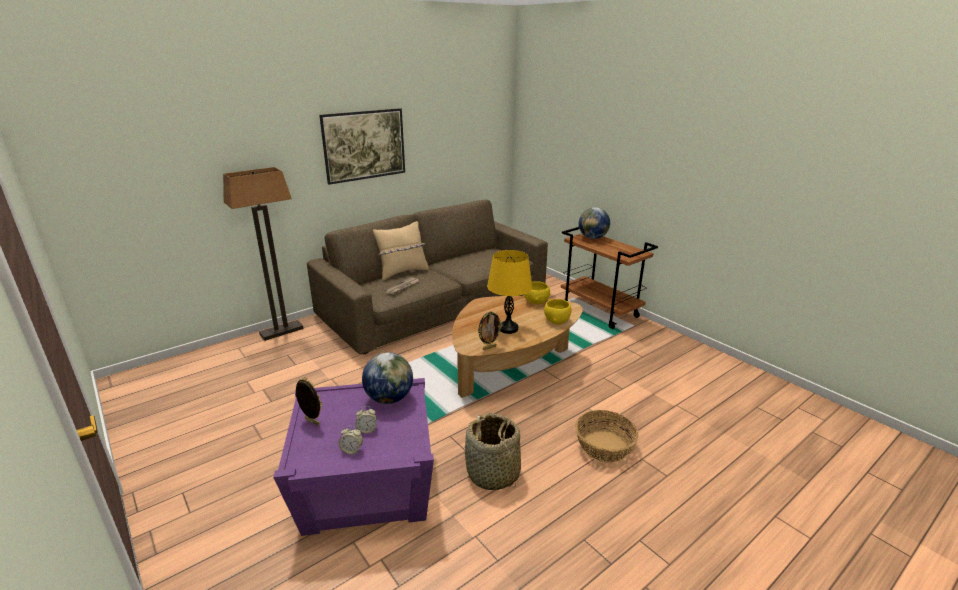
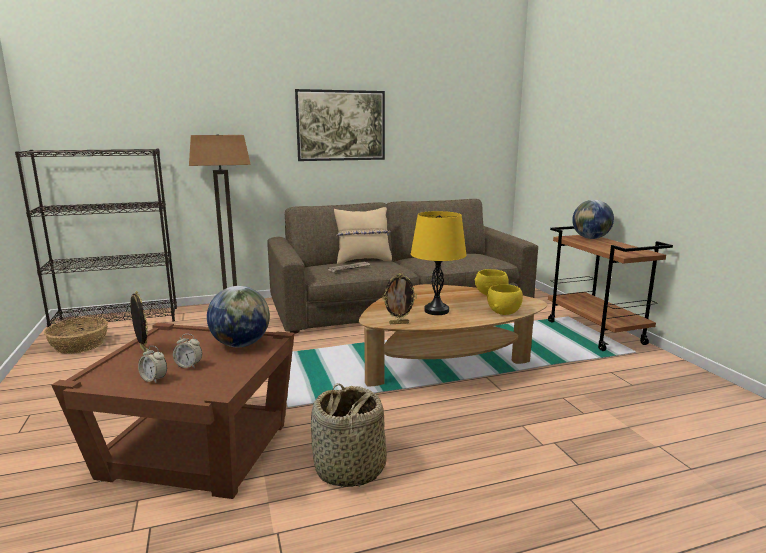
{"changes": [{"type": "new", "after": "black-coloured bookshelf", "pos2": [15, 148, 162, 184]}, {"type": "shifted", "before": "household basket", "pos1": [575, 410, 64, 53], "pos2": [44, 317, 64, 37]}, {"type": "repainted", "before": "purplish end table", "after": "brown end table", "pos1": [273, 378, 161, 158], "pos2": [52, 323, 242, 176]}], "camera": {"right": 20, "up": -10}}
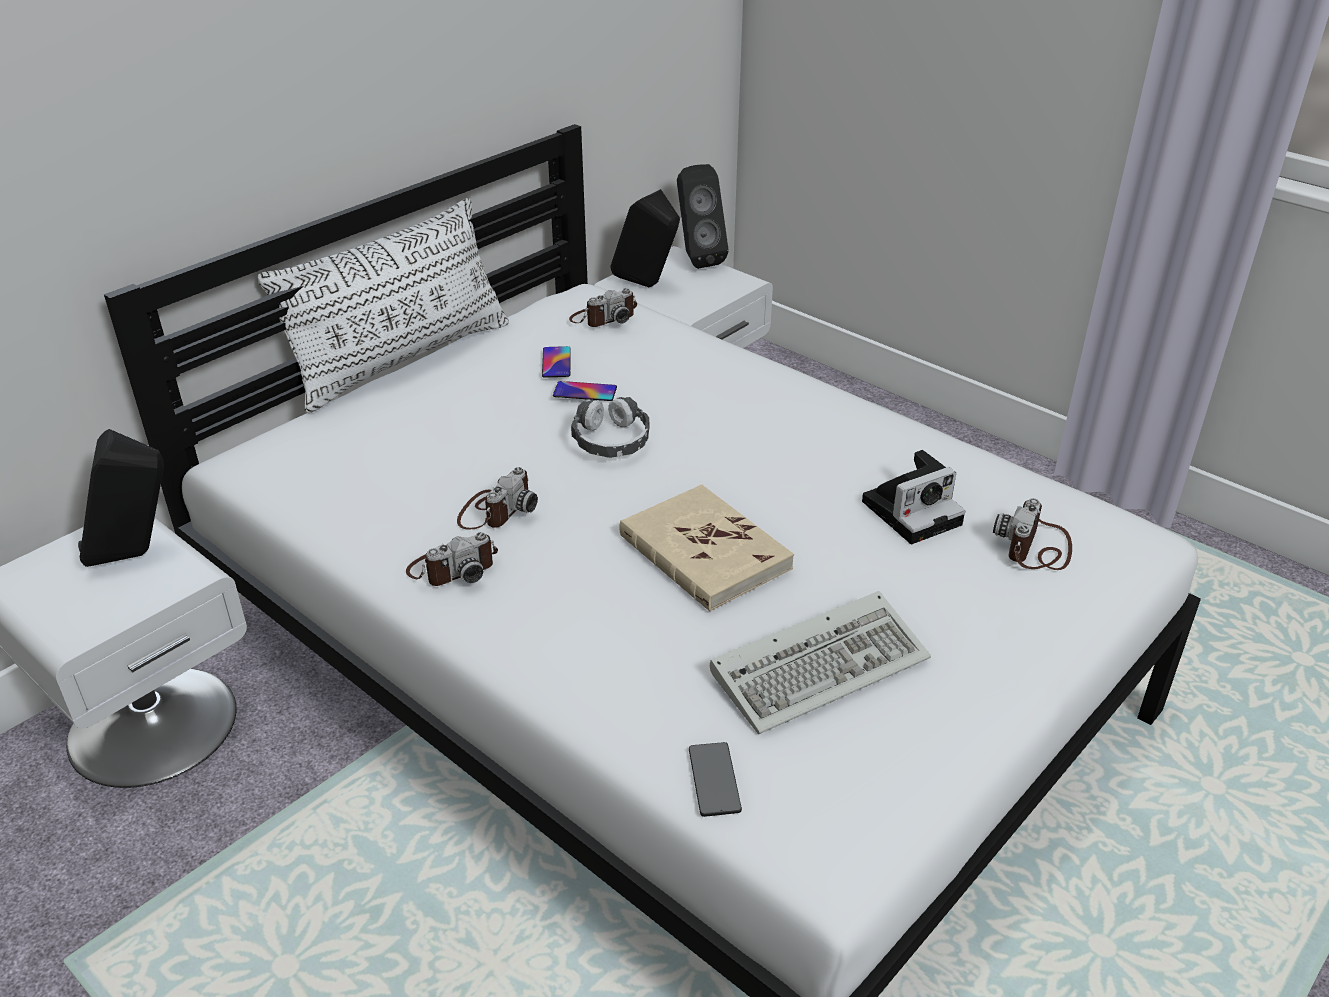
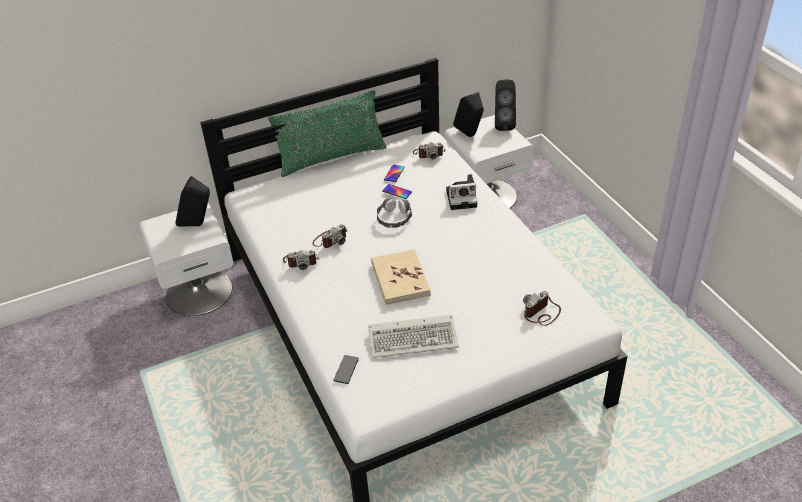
{"changes": [{"type": "repainted", "before": "white cushion", "after": "green cushion", "pos1": [257, 198, 252, 215], "pos2": [268, 89, 119, 88]}, {"type": "shifted", "before": "still camera", "pos1": [862, 450, 103, 94], "pos2": [446, 174, 31, 36]}], "camera": {"right": 25, "up": 5}}
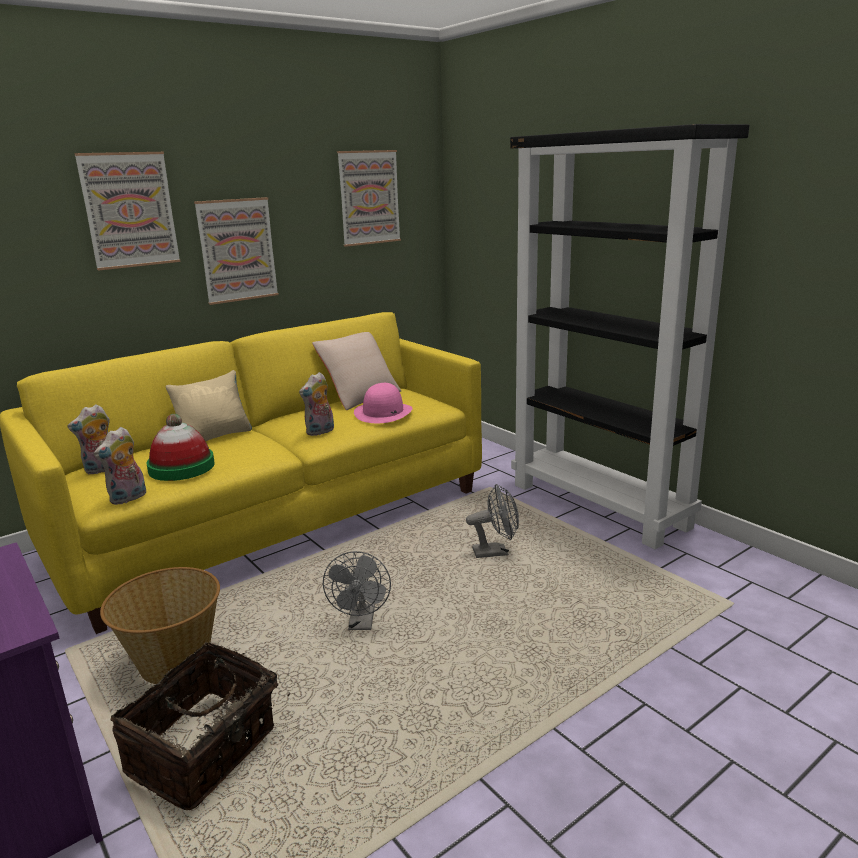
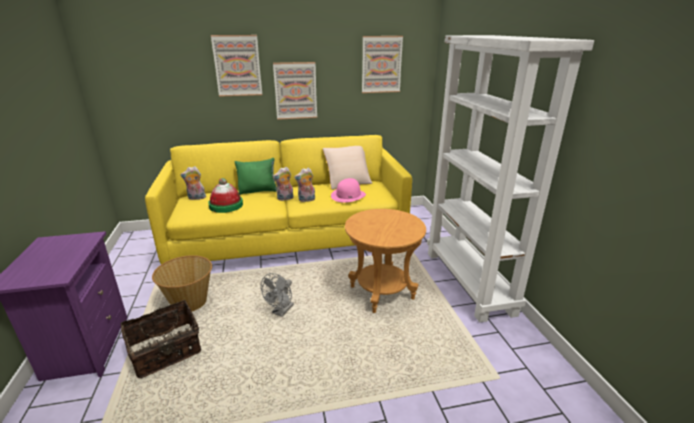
{"changes": [{"type": "repainted", "before": "beige cushion", "after": "green cushion", "pos1": [166, 370, 86, 71], "pos2": [235, 158, 42, 37]}, {"type": "shifted", "before": "cuddly toy", "pos1": [94, 427, 52, 78], "pos2": [273, 167, 20, 34]}, {"type": "swapped", "before": "grey cooling fan", "after": "brown end table", "pos1": [466, 484, 53, 74], "pos2": [345, 209, 81, 104]}, {"type": "repainted", "before": "black-coloured bookshelf", "after": "white bookshelf", "pos1": [510, 124, 240, 425], "pos2": [427, 35, 167, 288]}], "camera": {"right": 25, "up": 5}}
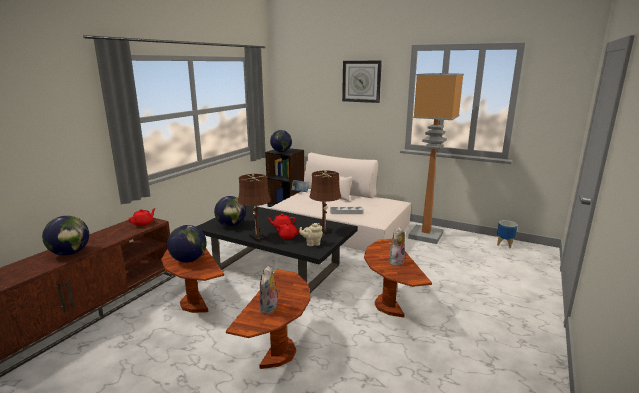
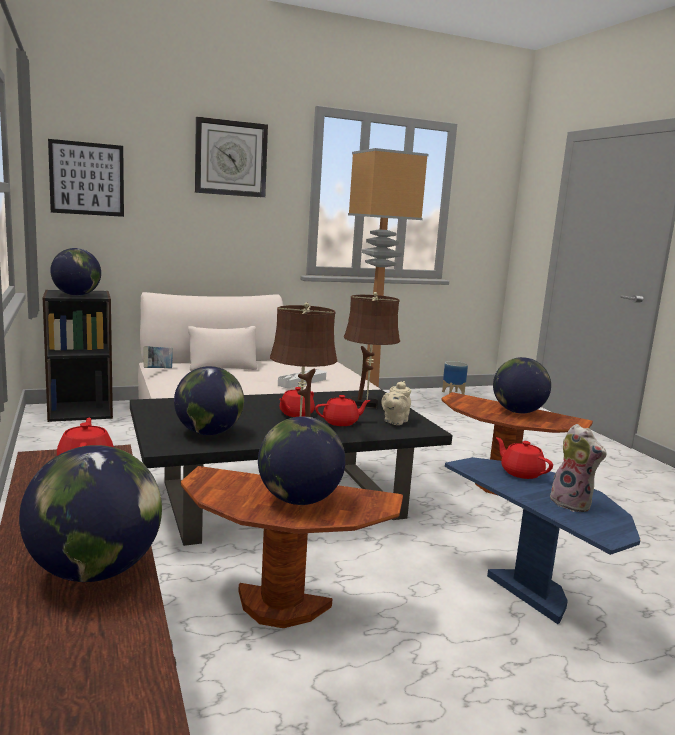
{"changes": [{"type": "new", "after": "picture", "pos2": [48, 139, 76, 78]}, {"type": "repainted", "before": "brown end table", "after": "blue end table", "pos1": [226, 269, 85, 100], "pos2": [445, 457, 195, 167]}, {"type": "swapped", "before": "cuddly toy", "after": "desk globe", "pos1": [389, 227, 16, 39], "pos2": [493, 357, 58, 57]}, {"type": "new", "after": "reddish tea pot", "pos2": [496, 437, 57, 42]}], "camera": {"right": -50, "up": -5}}
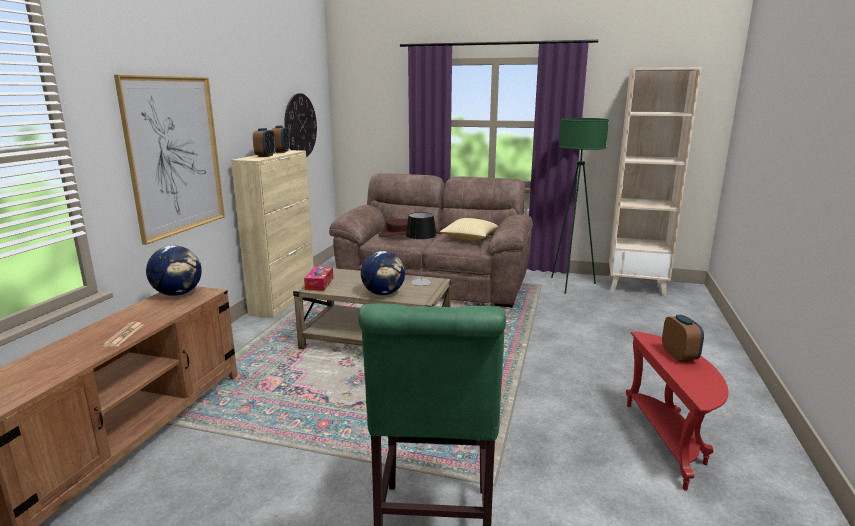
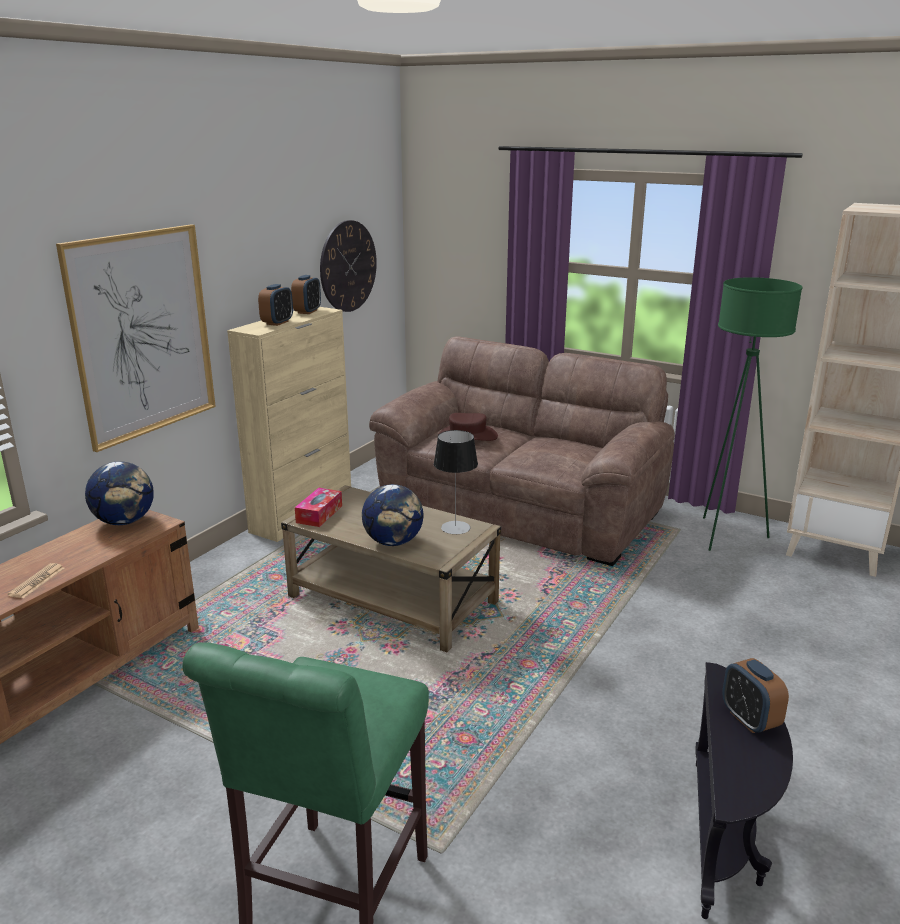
{"changes": [{"type": "repainted", "before": "reddish end table", "after": "black-coloured end table", "pos1": [626, 332, 103, 159], "pos2": [695, 662, 98, 257]}, {"type": "rotated", "before": "alarm clock", "pos1": [662, 315, 42, 47], "pos2": [722, 658, 67, 75], "turn": 150}, {"type": "gone", "before": "cushion", "pos1": [440, 218, 58, 22]}], "camera": {"right": 15, "up": 5}}
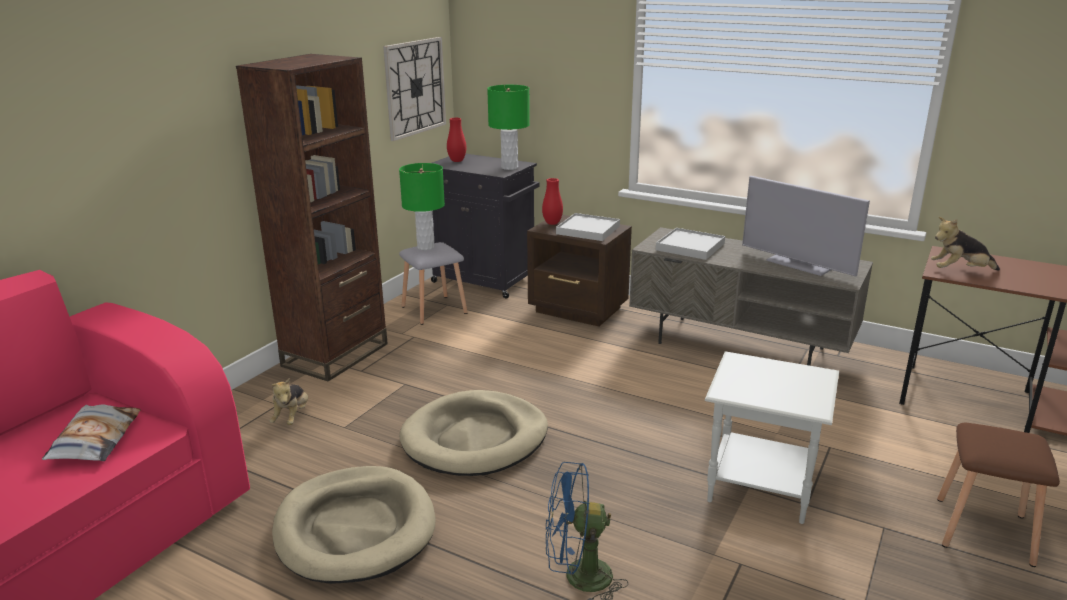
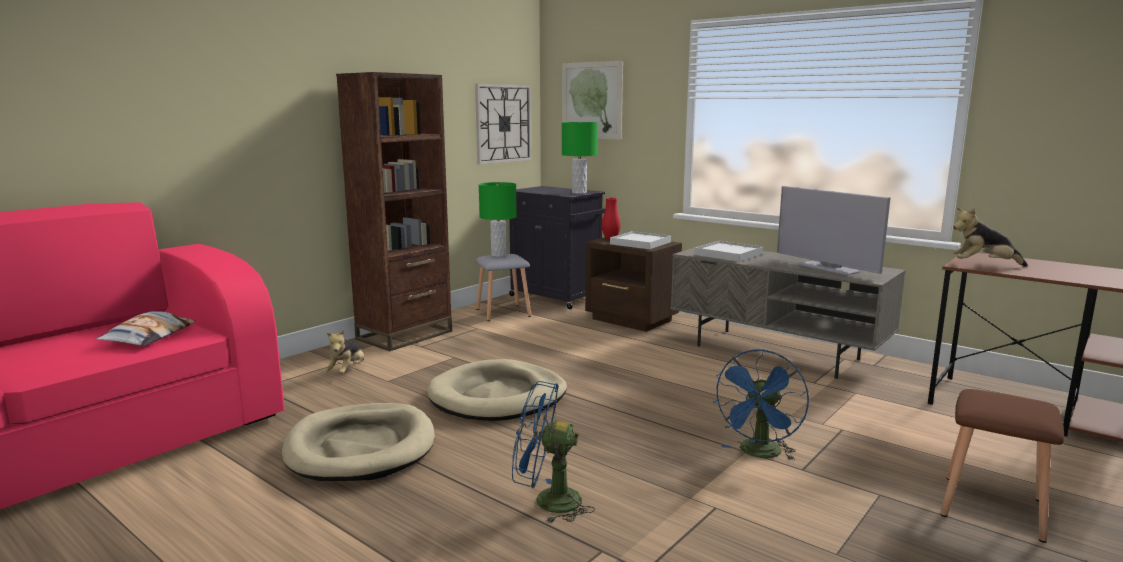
{"changes": [{"type": "new", "after": "picture", "pos2": [562, 61, 61, 79]}, {"type": "swapped", "before": "white end table", "after": "blue cooling fan", "pos1": [705, 351, 134, 173], "pos2": [712, 349, 97, 112]}, {"type": "gone", "before": "reddish flower vase", "pos1": [447, 118, 19, 44]}], "camera": {"right": 10, "up": -10}}
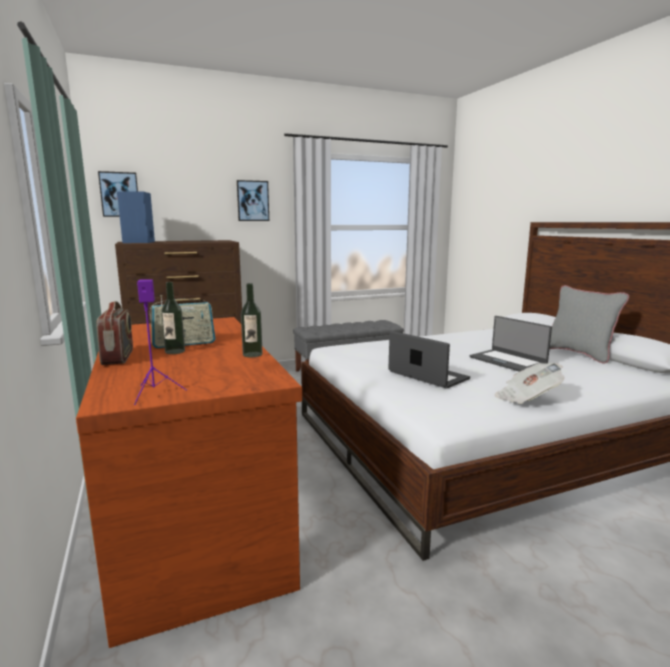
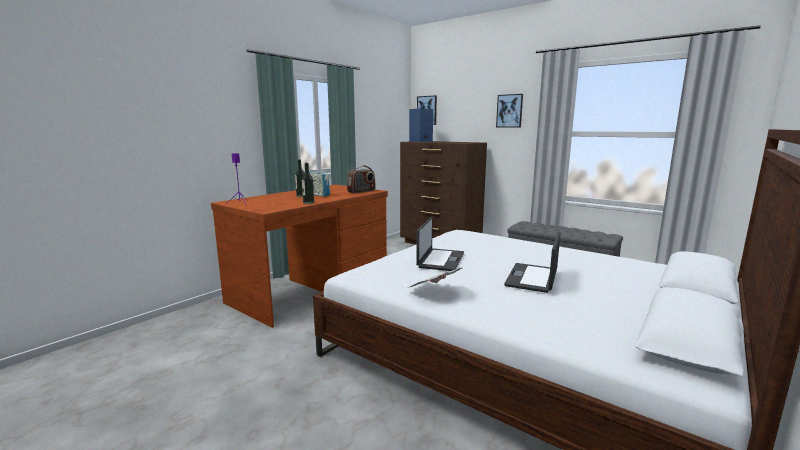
{"changes": [{"type": "shifted", "before": "radio", "pos1": [97, 301, 36, 64], "pos2": [347, 165, 29, 28]}, {"type": "gone", "before": "grey cushion", "pos1": [550, 285, 79, 78]}], "camera": {"right": 60, "up": 0}}
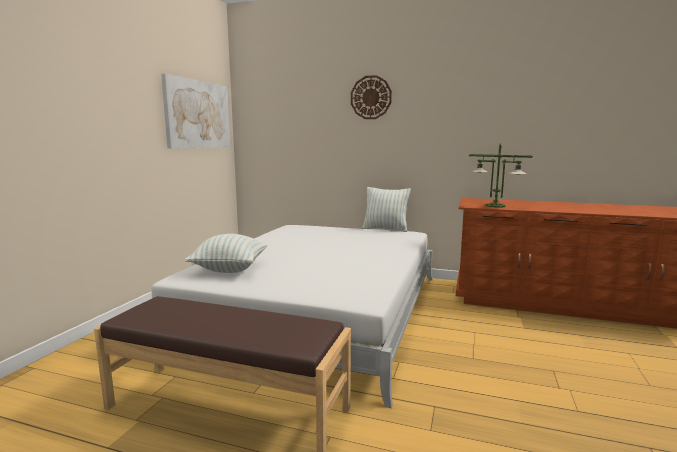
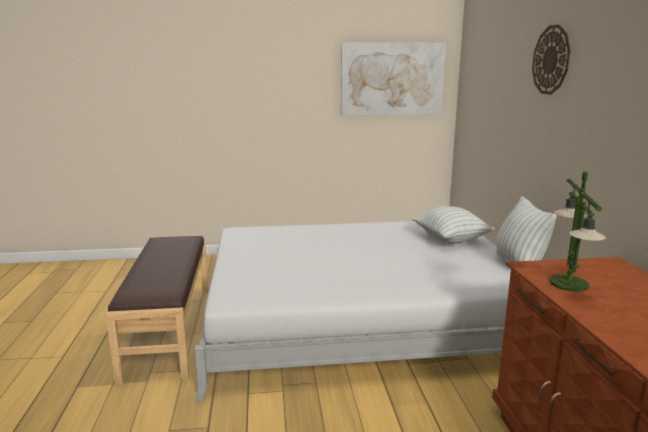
{"changes": [{"type": "shifted", "before": "cushion", "pos1": [185, 234, 82, 39], "pos2": [412, 206, 83, 38]}], "camera": {"right": 65, "up": 5}}
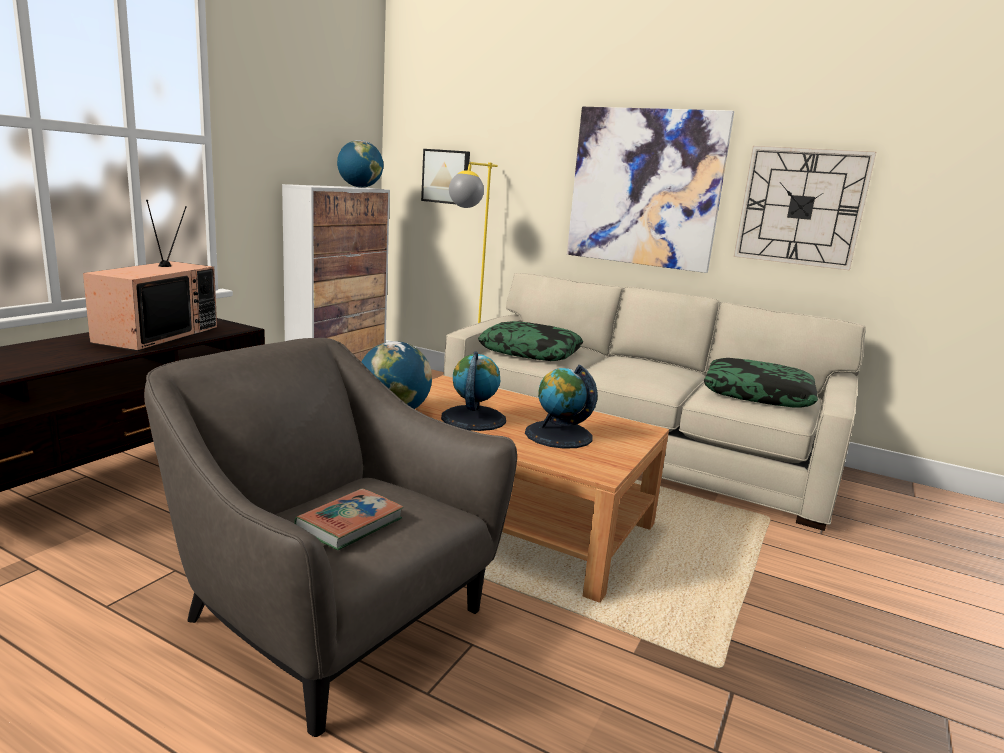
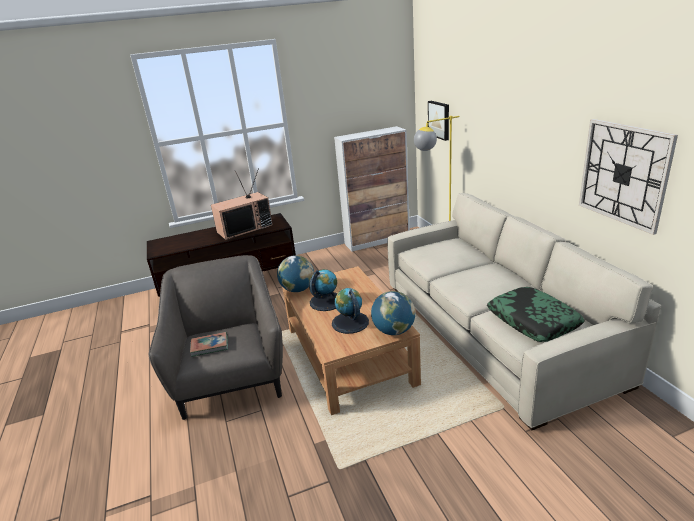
{"changes": [{"type": "shifted", "before": "desk globe", "pos1": [337, 140, 46, 48], "pos2": [371, 291, 44, 44]}, {"type": "gone", "before": "cushion", "pos1": [478, 321, 105, 40]}, {"type": "gone", "before": "picture", "pos1": [567, 107, 167, 166]}], "camera": {"right": 45, "up": 10}}
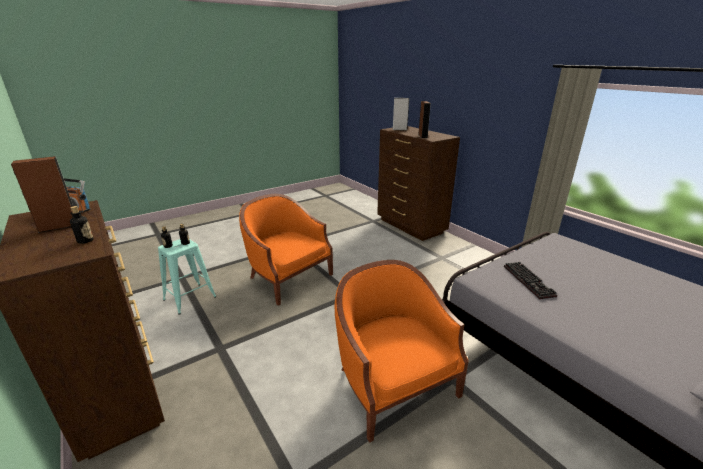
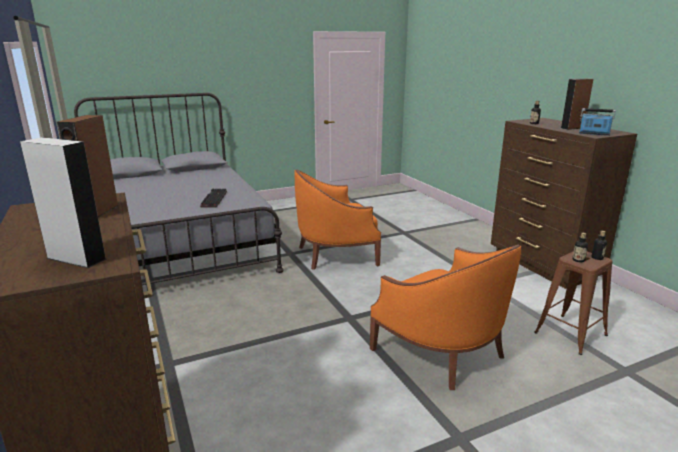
{"changes": [{"type": "rotated", "before": "orangey armchair", "pos1": [335, 260, 133, 183], "pos2": [294, 169, 87, 101], "turn": 90}, {"type": "repainted", "before": "turquoise sitting stool", "after": "brown sitting stool", "pos1": [158, 239, 59, 76], "pos2": [534, 251, 79, 104]}], "camera": {"right": -170, "up": -5}}
